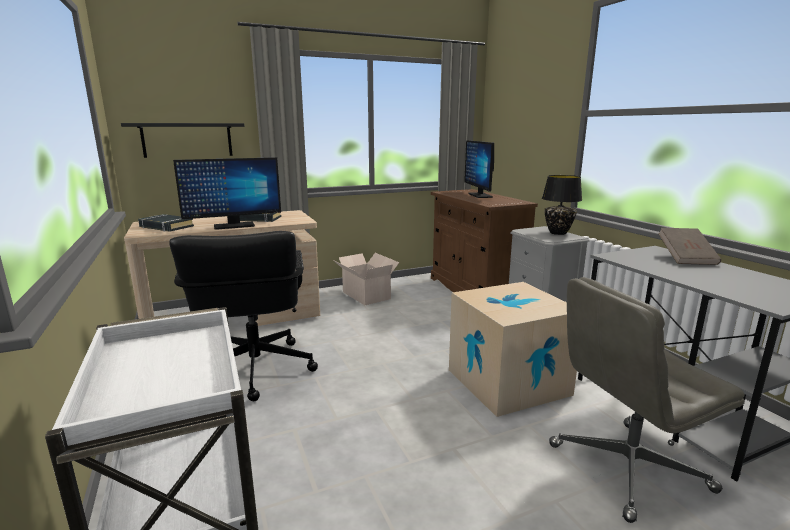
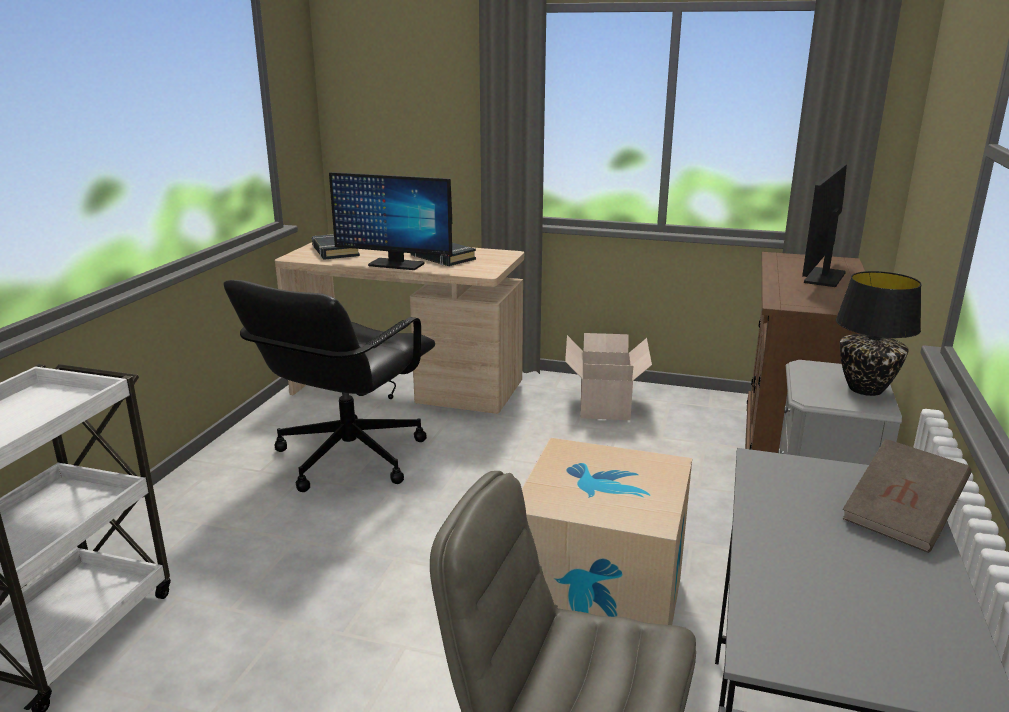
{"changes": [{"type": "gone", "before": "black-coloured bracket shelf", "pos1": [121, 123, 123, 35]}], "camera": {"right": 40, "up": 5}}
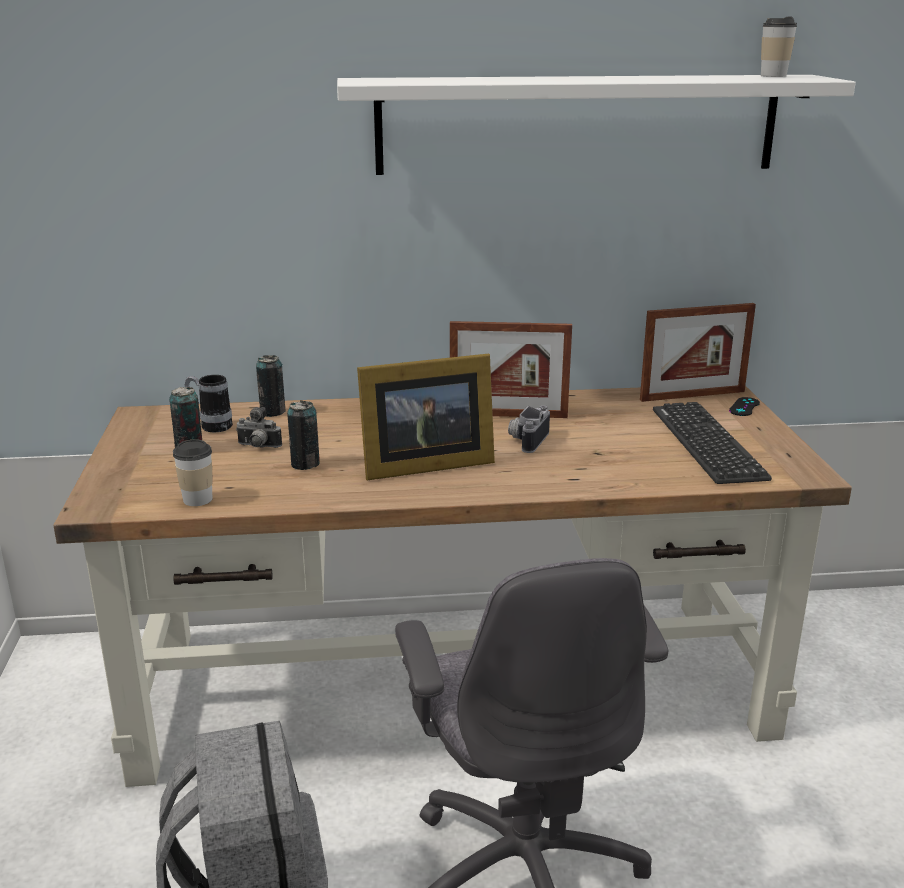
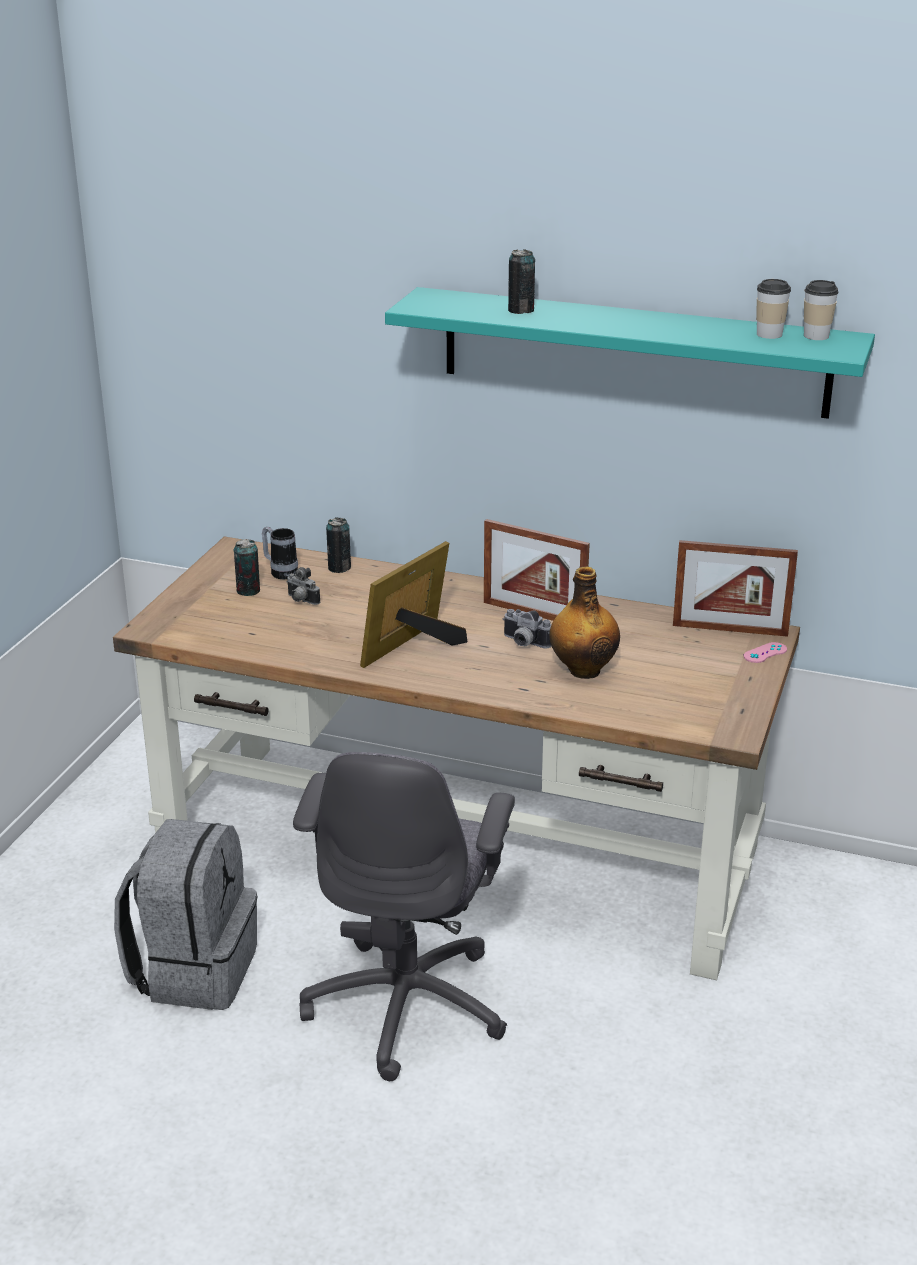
{"changes": [{"type": "rotated", "before": "standing frame", "pos1": [357, 354, 138, 127], "pos2": [360, 541, 107, 127], "turn": 120}, {"type": "repainted", "before": "white bracket shelf", "after": "turquoise bracket shelf", "pos1": [337, 75, 519, 100], "pos2": [385, 287, 490, 132]}, {"type": "rotated", "before": "still camera", "pos1": [508, 405, 42, 48], "pos2": [503, 609, 49, 39], "turn": -105}, {"type": "shifted", "before": "can", "pos1": [287, 400, 33, 70], "pos2": [508, 249, 27, 65]}, {"type": "new", "after": "bottle", "pos2": [549, 567, 71, 112]}, {"type": "repainted", "before": "black-coloured game controller", "after": "pinkish game controller", "pos1": [729, 397, 31, 19], "pos2": [743, 642, 44, 21]}, {"type": "shifted", "before": "cup", "pos1": [173, 439, 40, 67], "pos2": [756, 279, 35, 60]}, {"type": "gone", "before": "PC keyboard", "pos1": [653, 402, 119, 82]}], "camera": {"right": 25, "up": 5}}
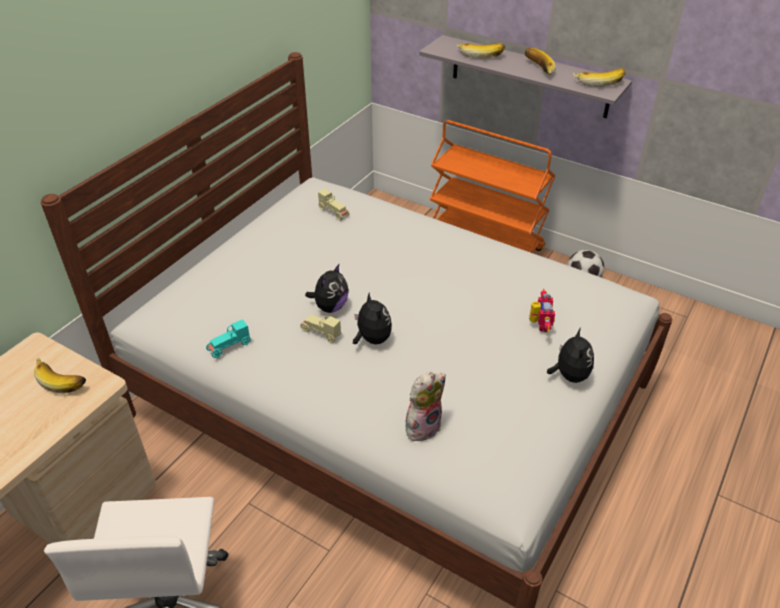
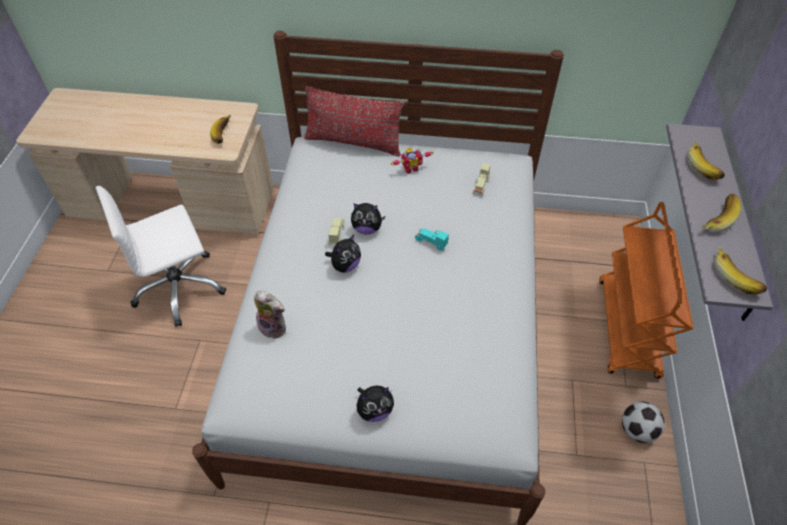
{"changes": [{"type": "new", "after": "reddish cushion", "pos2": [304, 86, 101, 70]}, {"type": "shifted", "before": "model robot", "pos1": [529, 289, 26, 43], "pos2": [391, 148, 42, 26]}, {"type": "shifted", "before": "turquoise miniature car", "pos1": [206, 319, 45, 39], "pos2": [415, 228, 34, 23]}], "camera": {"right": 65, "up": 10}}
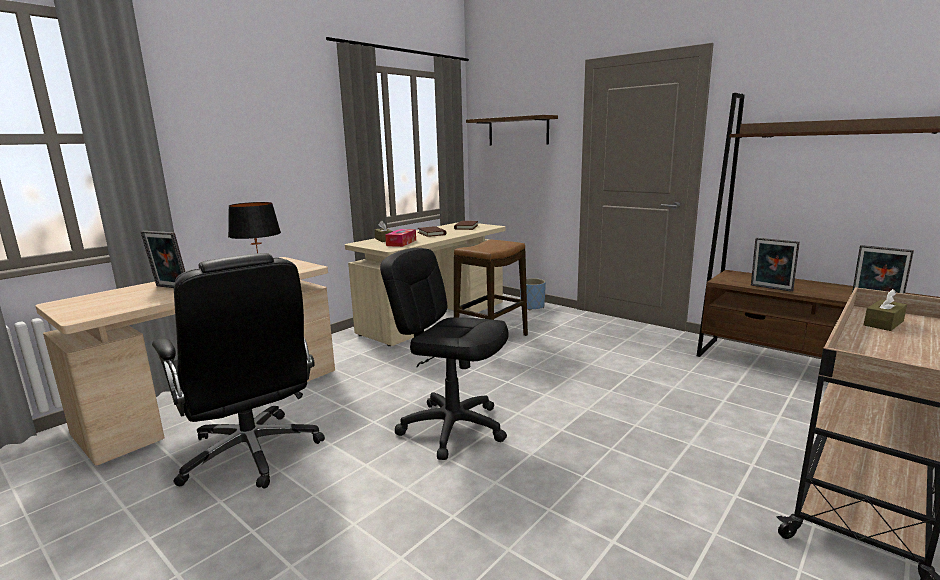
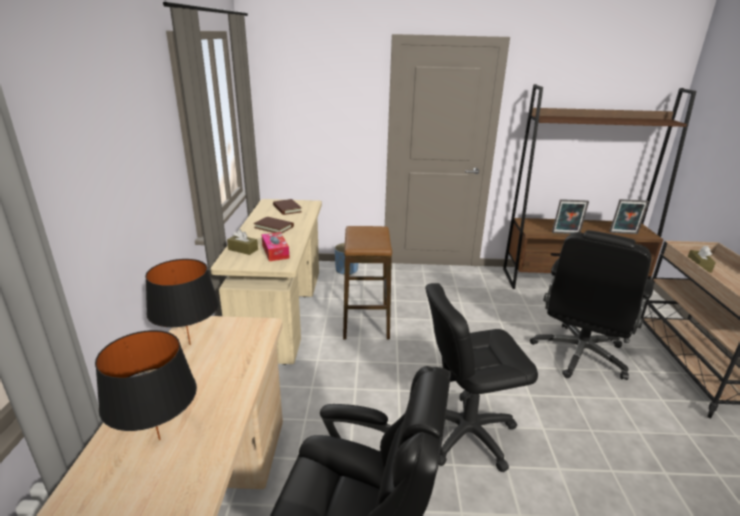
{"changes": [{"type": "swapped", "before": "standing frame", "after": "black-coloured table lamp", "pos1": [141, 231, 44, 57], "pos2": [95, 330, 102, 110]}, {"type": "new", "after": "black-coloured office chair", "pos2": [530, 230, 124, 150]}, {"type": "gone", "before": "bracket shelf", "pos1": [466, 115, 92, 31]}], "camera": {"right": -40, "up": 10}}
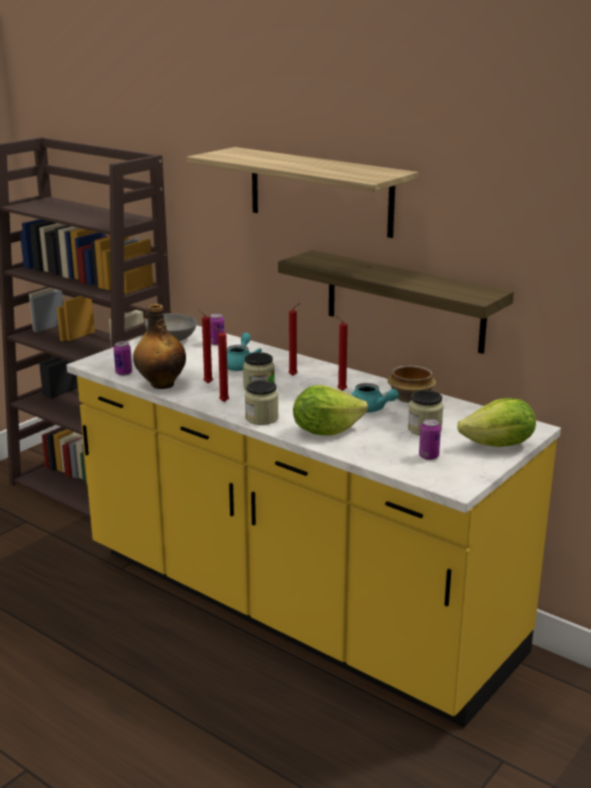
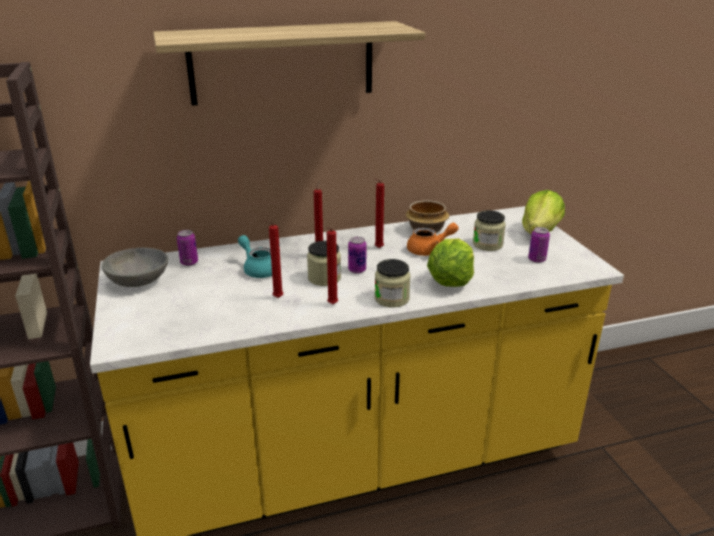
{"changes": [{"type": "shifted", "before": "can", "pos1": [114, 341, 18, 35], "pos2": [348, 237, 18, 37]}, {"type": "repainted", "before": "turquoise tea pot", "after": "orangey tea pot", "pos1": [351, 383, 48, 30], "pos2": [407, 223, 52, 33]}, {"type": "gone", "before": "bottle", "pos1": [133, 304, 53, 85]}, {"type": "gone", "before": "bracket shelf", "pos1": [278, 250, 236, 104]}], "camera": {"right": -55, "up": 5}}
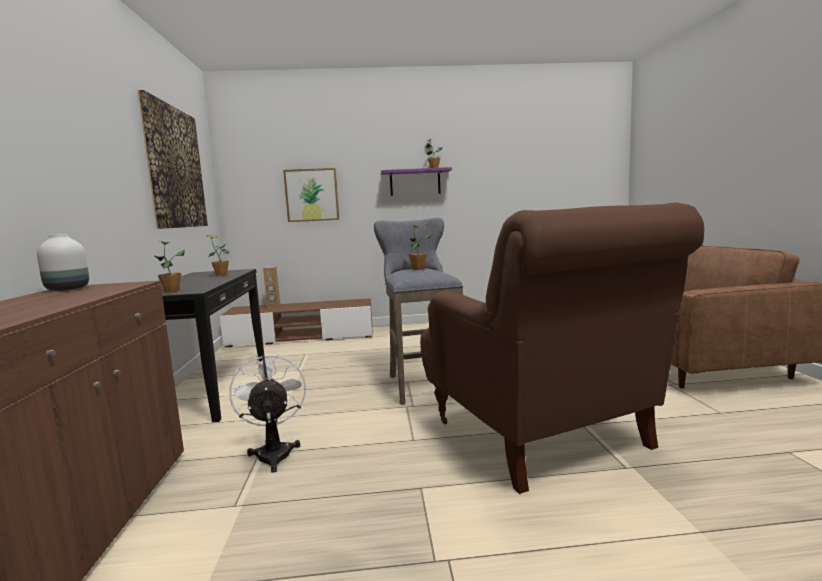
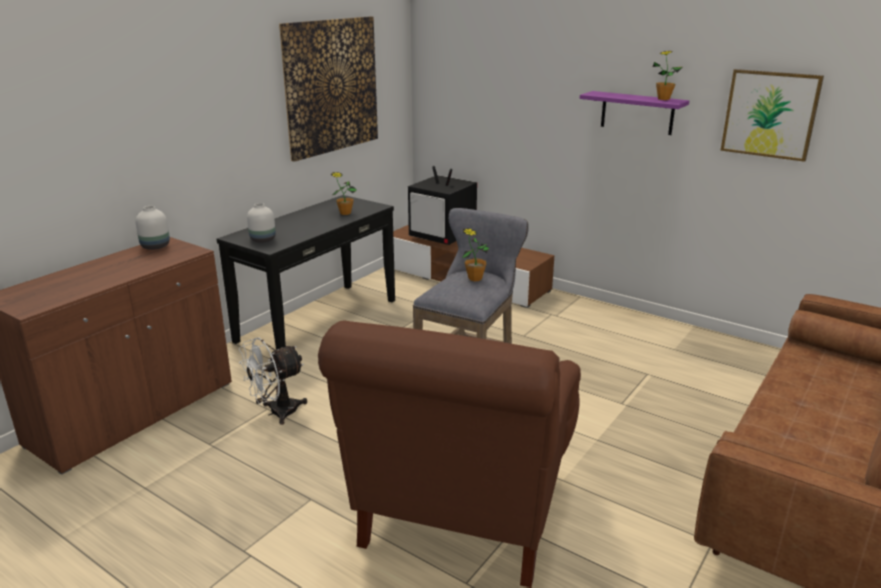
{"changes": [{"type": "rotated", "before": "white cooling fan", "pos1": [229, 353, 77, 120], "pos2": [239, 337, 68, 88], "turn": -150}, {"type": "swapped", "before": "plant in a pot", "after": "white flower vase", "pos1": [153, 241, 32, 51], "pos2": [247, 203, 29, 40]}, {"type": "swapped", "before": "brown audio speaker", "after": "TV set", "pos1": [263, 266, 18, 43], "pos2": [408, 166, 69, 79]}, {"type": "shifted", "before": "picture", "pos1": [283, 168, 57, 54], "pos2": [720, 69, 104, 93]}], "camera": {"right": 40, "up": 15}}
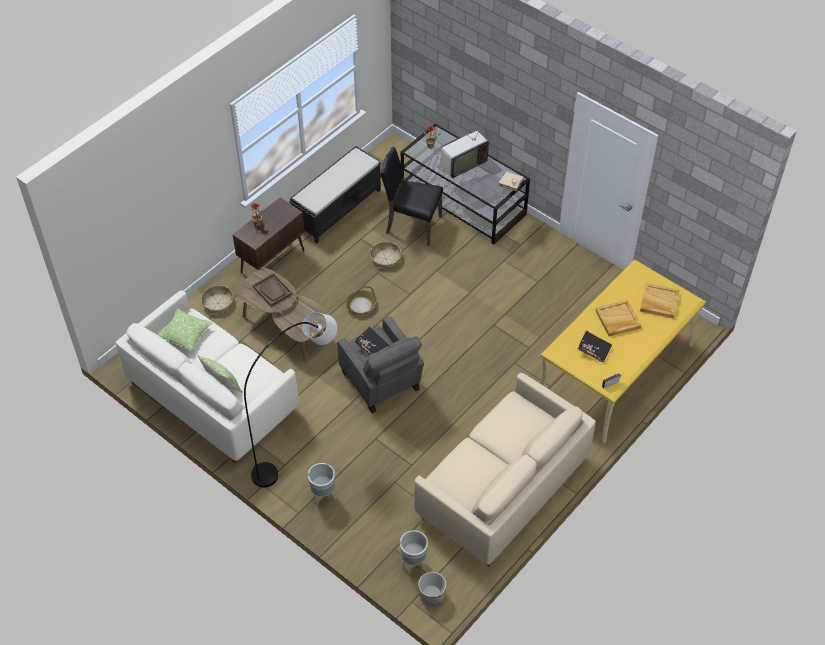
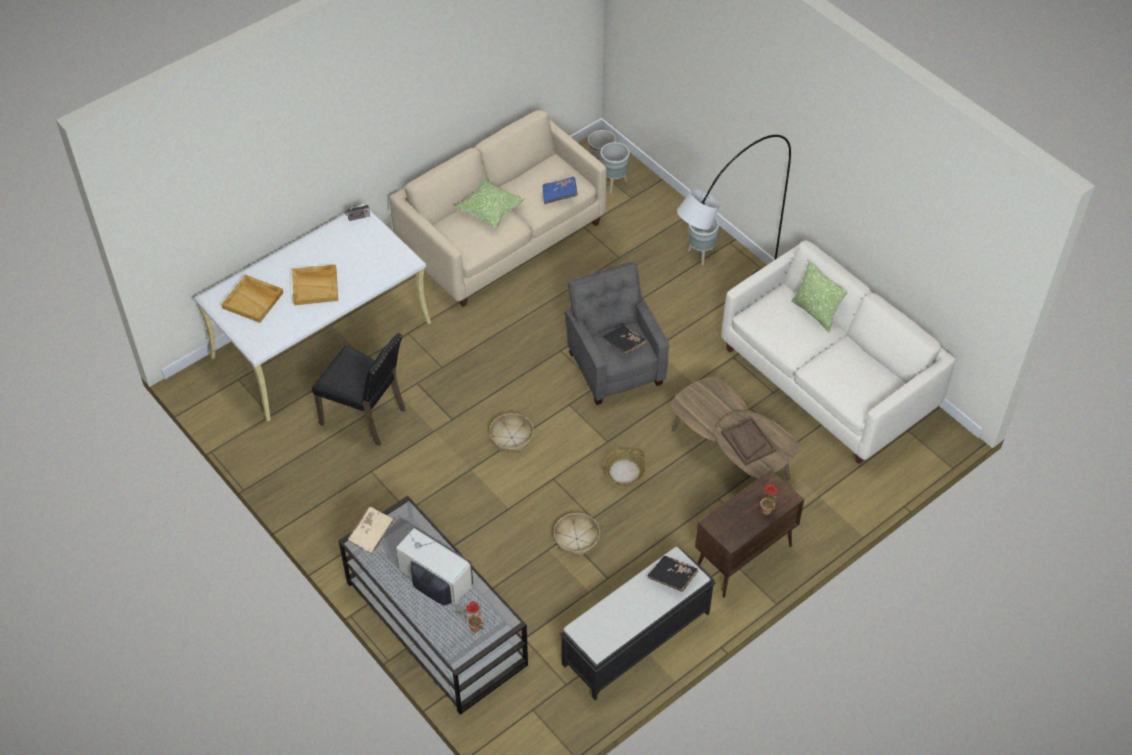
{"changes": [{"type": "repainted", "before": "yellowish desk table", "after": "white desk table", "pos1": [540, 260, 166, 183], "pos2": [194, 204, 237, 218]}, {"type": "shifted", "before": "black-coloured chair", "pos1": [380, 147, 63, 99], "pos2": [312, 333, 94, 113]}, {"type": "rotated", "before": "TV set", "pos1": [441, 129, 48, 50], "pos2": [396, 515, 77, 91], "turn": 60}, {"type": "shifted", "before": "cushion", "pos1": [157, 308, 56, 43], "pos2": [455, 179, 69, 50]}, {"type": "shifted", "before": "household basket", "pos1": [201, 285, 32, 29], "pos2": [489, 413, 45, 40]}, {"type": "new", "after": "blue volume", "pos2": [542, 177, 36, 27]}, {"type": "shifted", "before": "black-coloured volume", "pos1": [577, 331, 35, 31], "pos2": [647, 556, 51, 36]}], "camera": {"right": -170, "up": 0}}
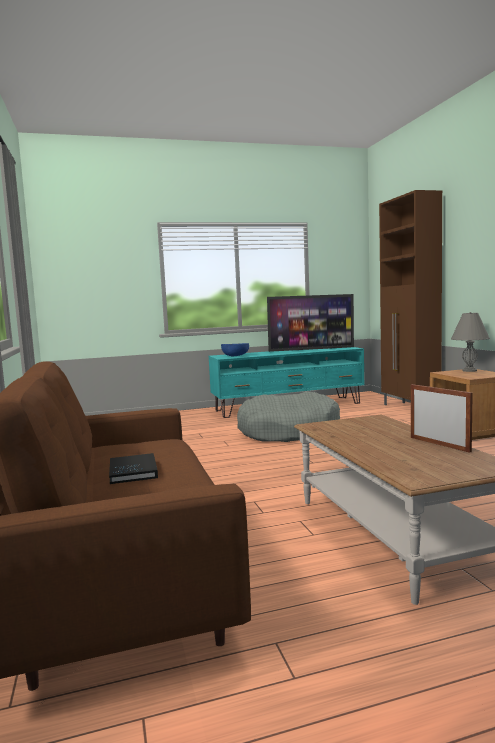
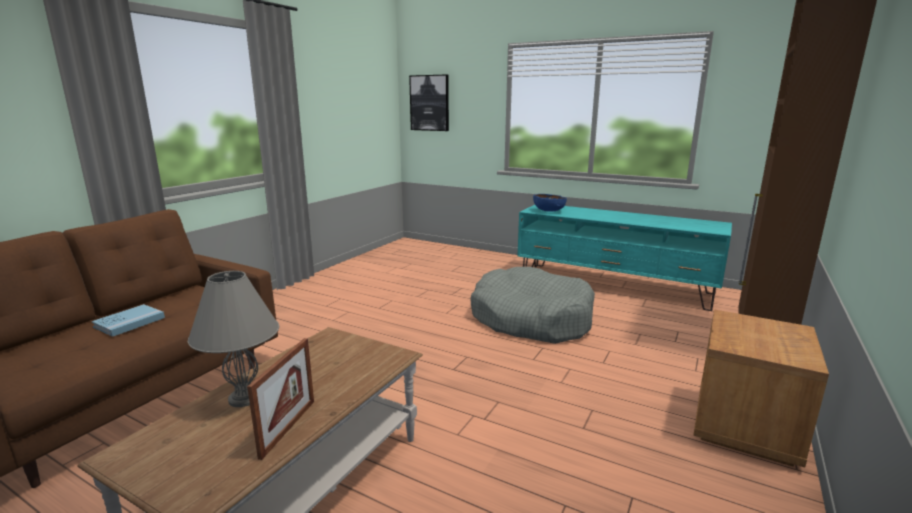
{"changes": [{"type": "repainted", "before": "black-coloured volume", "after": "blue volume", "pos1": [109, 453, 49, 31], "pos2": [92, 304, 73, 33]}, {"type": "shifted", "before": "grey table lamp", "pos1": [451, 312, 39, 60], "pos2": [188, 271, 91, 136]}, {"type": "new", "after": "picture", "pos2": [409, 74, 40, 57]}, {"type": "gone", "before": "TV set", "pos1": [267, 294, 87, 58]}], "camera": {"right": 45, "up": 10}}
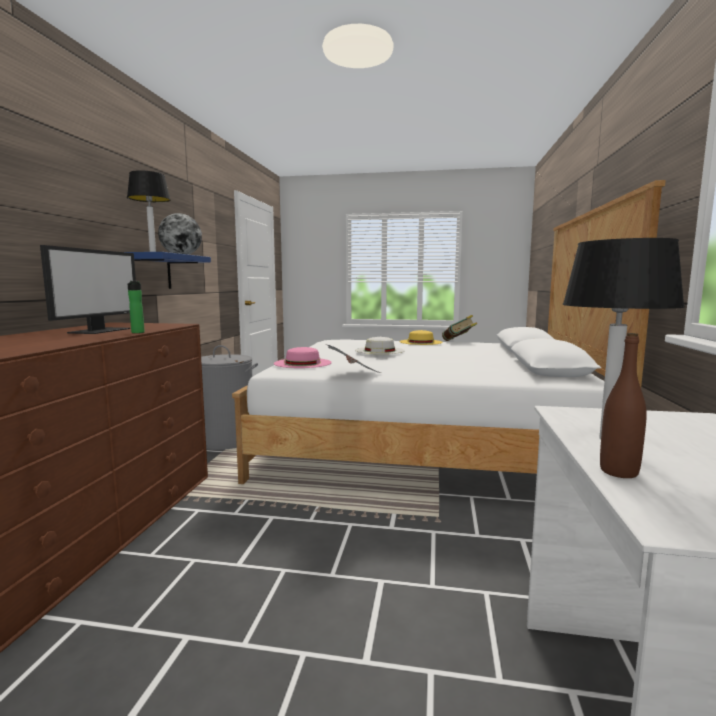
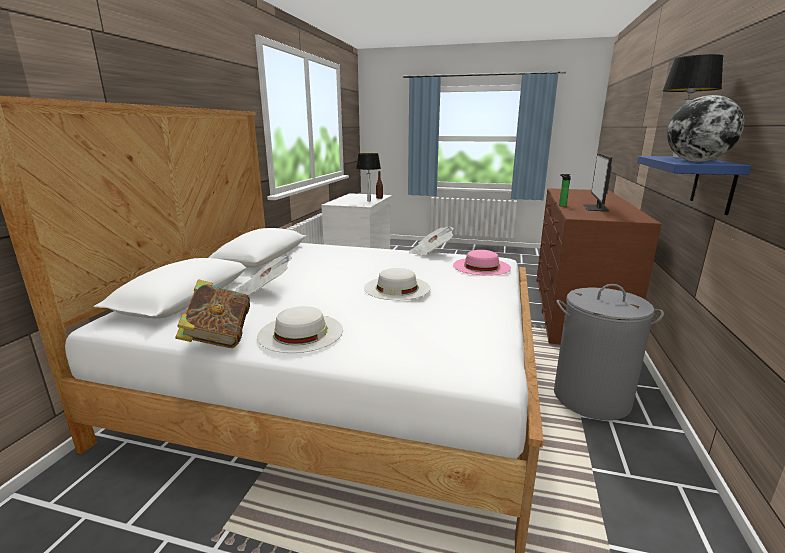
{"changes": [{"type": "new", "after": "daily paper", "pos2": [235, 256, 57, 40]}, {"type": "repainted", "before": "yellowish hat", "after": "white hat", "pos1": [400, 330, 43, 15], "pos2": [257, 306, 86, 47]}], "camera": {"right": -175, "up": 10}}
